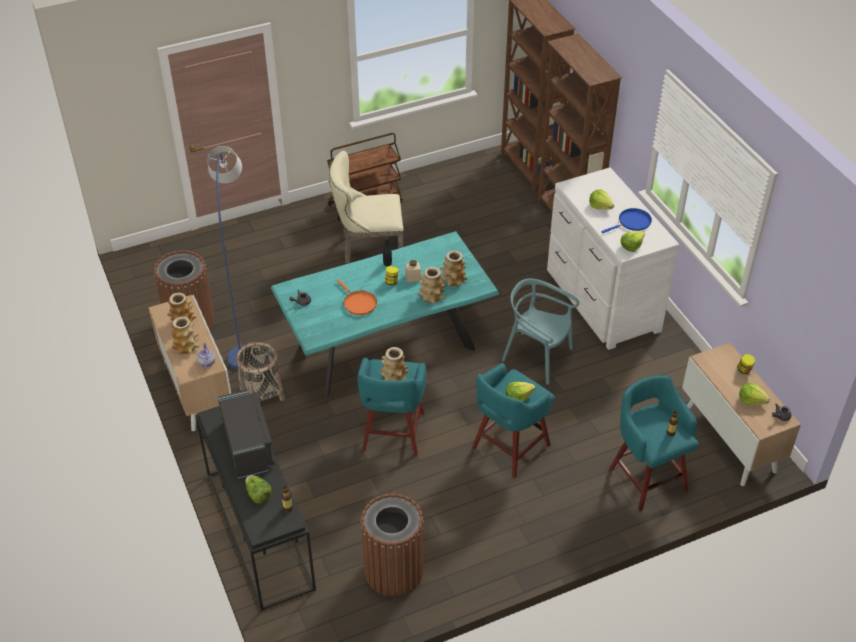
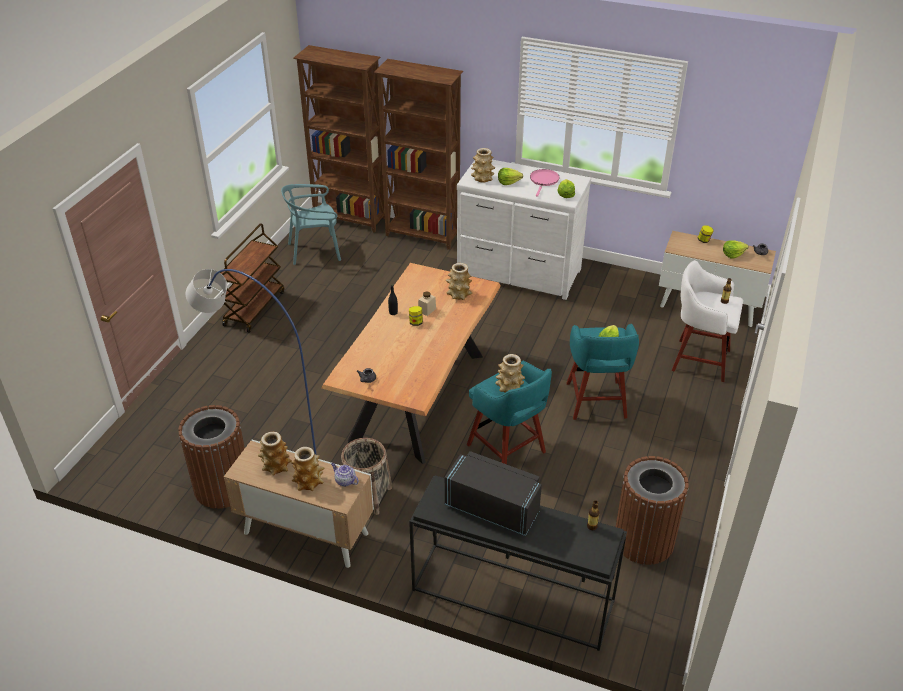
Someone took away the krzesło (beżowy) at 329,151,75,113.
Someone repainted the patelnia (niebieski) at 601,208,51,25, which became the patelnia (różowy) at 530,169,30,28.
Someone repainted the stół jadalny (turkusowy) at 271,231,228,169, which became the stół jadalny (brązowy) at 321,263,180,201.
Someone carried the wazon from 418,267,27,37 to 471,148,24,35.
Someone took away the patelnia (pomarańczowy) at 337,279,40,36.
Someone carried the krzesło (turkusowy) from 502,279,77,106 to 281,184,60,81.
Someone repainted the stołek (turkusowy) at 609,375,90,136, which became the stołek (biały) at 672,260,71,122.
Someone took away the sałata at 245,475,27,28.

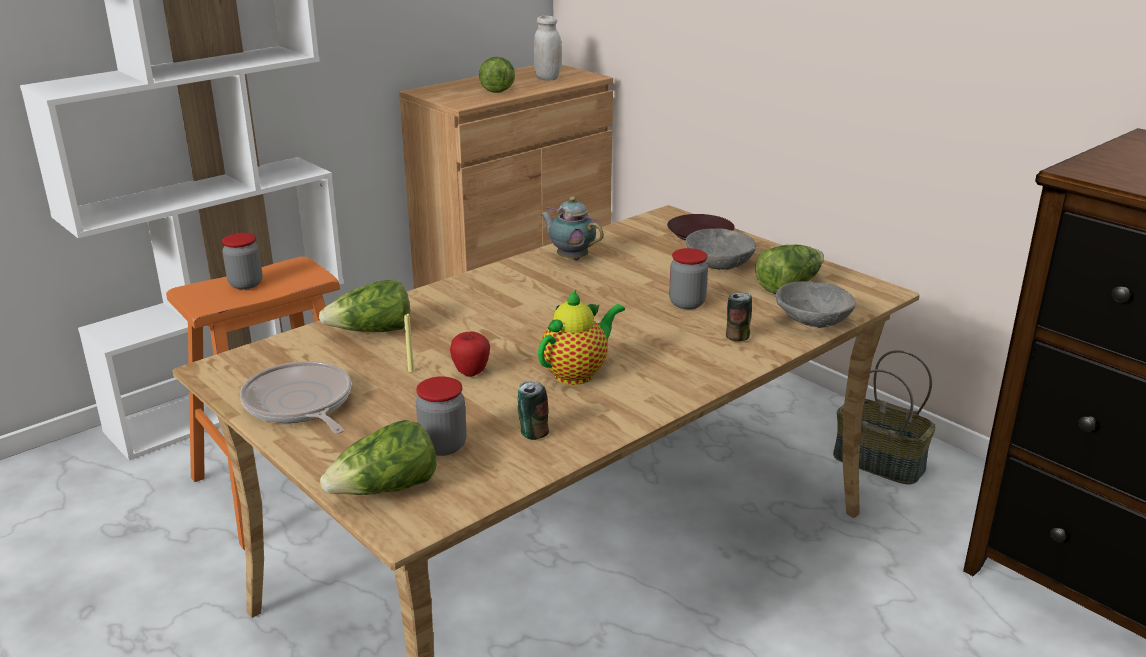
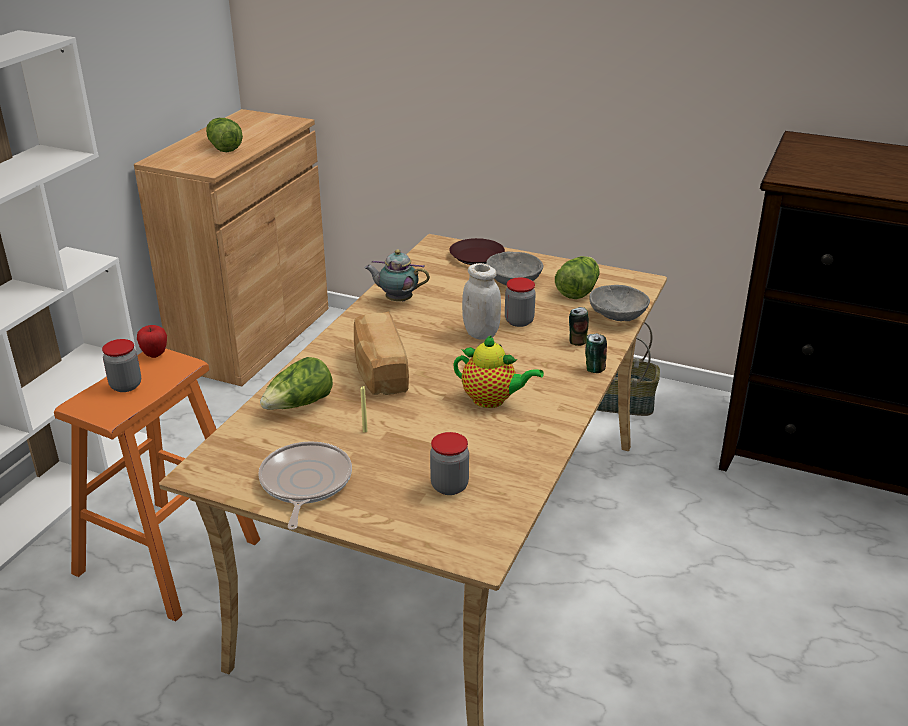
Someone carried the słoik (biały) from 533,16,29,64 to 462,263,39,77.
Someone rotated the imbryk at 538,289,87,96 by 90 degrees clockwise.
Someone carried the jabłko from 450,332,40,45 to 137,325,30,33.
Someone rotated the patelnia at 240,361,112,73 by 60 degrees clockwise.
Someone carried the puszka from 518,381,31,59 to 585,333,22,40.
Someone took away the sałata at 320,420,117,75.
Someone put down the chleb at 354,312,55,83.

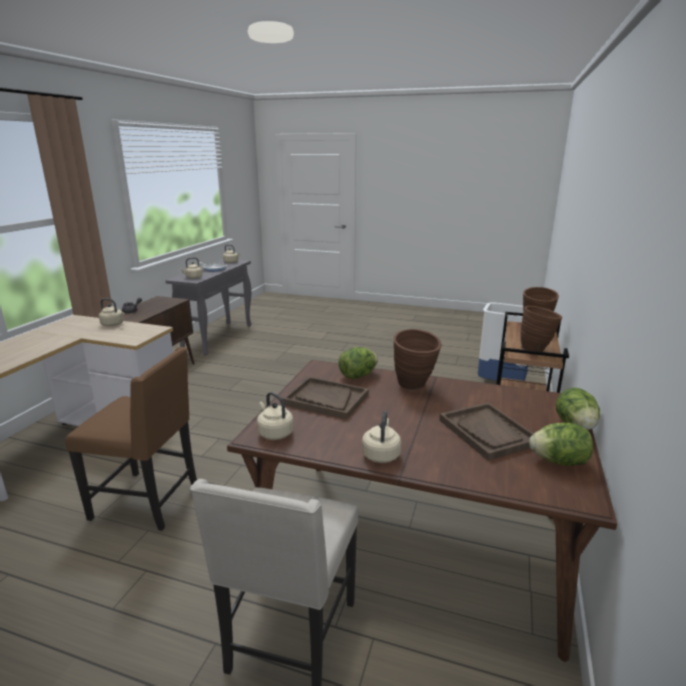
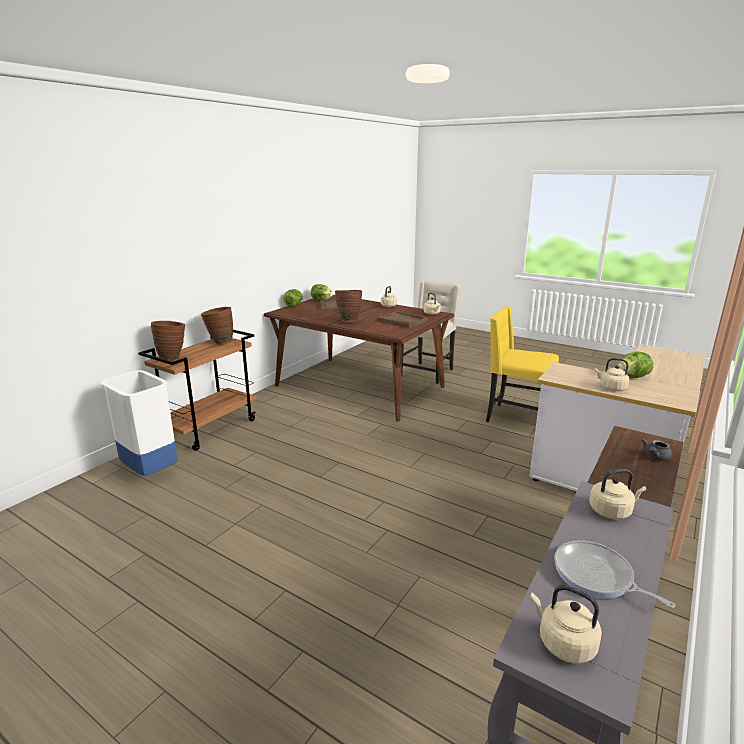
Someone repainted the krzesło (brązowy) at 65,347,132,184, which became the krzesło (żółty) at 486,307,73,115.
Someone carried the sałata from 338,347,40,32 to 618,352,35,26.

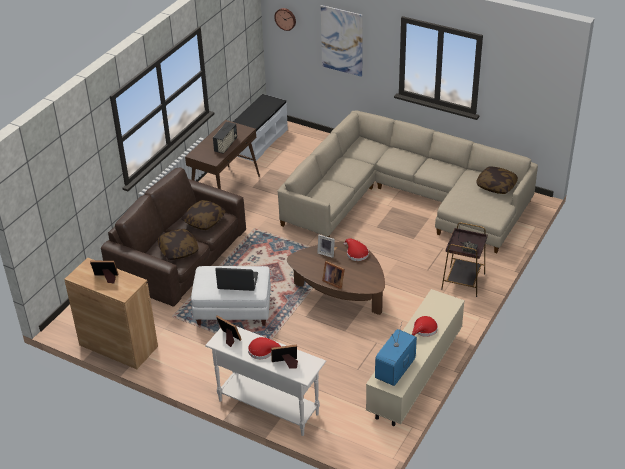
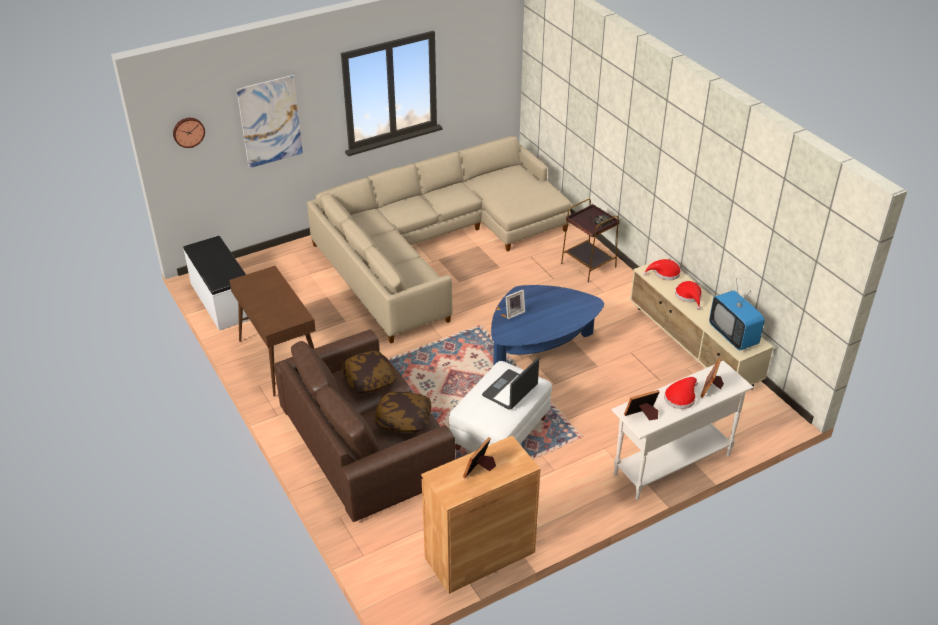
Someone took away the radio at 213,122,24,32.
Someone took away the poduszka at 476,166,42,28.
Someone carried the kapelusz (czerwony) from 343,238,26,23 to 643,259,38,21.
Someone repainted the ława (brązowy) at 287,242,98,73, which became the ława (niebieski) at 491,285,113,81.
Someone took away the ramka na zdjęcie at 322,261,23,28.

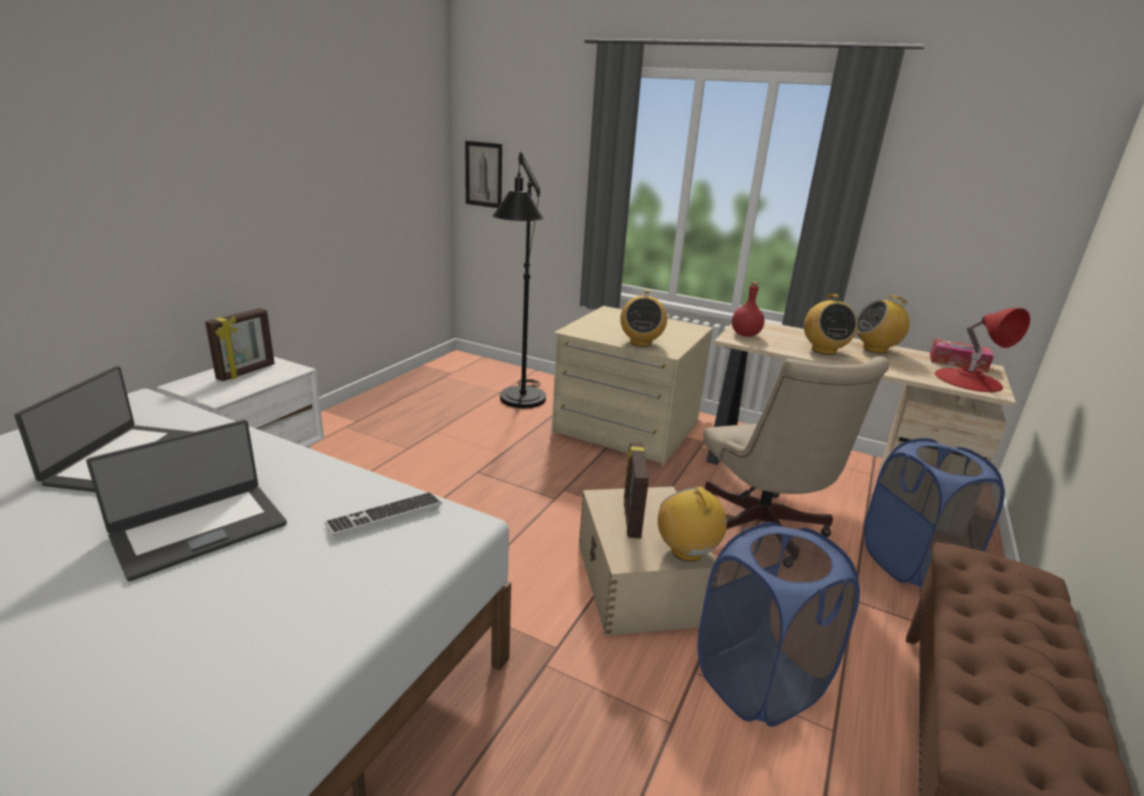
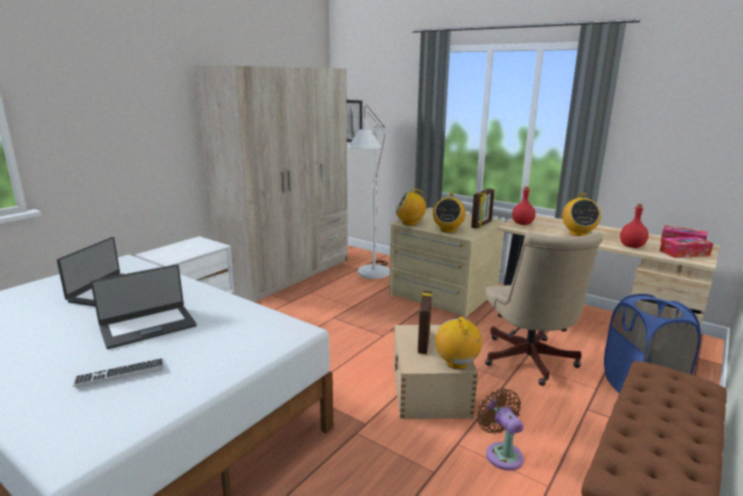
Someone repainted the lampa stojąca (czarny) at 492,152,54,256, which became the lampa stojąca (biały) at 347,105,43,174.
Someone carried the radio from 856,295,54,58 to 395,189,32,37.
Someone carried the ramka na zdjęcie from 205,308,70,73 to 471,189,23,40.
Someone swapped the lampa stołowa (czerwony) at 935,308,95,84 for the pudełko chusteczek at 660,237,53,21.
Someone carried the klawiatura from 325,492,117,46 to 73,358,91,31.
Someone swapped the kosz na pranie (niebieski) at 698,522,162,205 for the wentylator (brązowy) at 477,389,47,82.
Someone put down the szafa (beżowy) at 194,66,154,236.
Someone put down the butelka (czerwony) at 620,204,29,44.

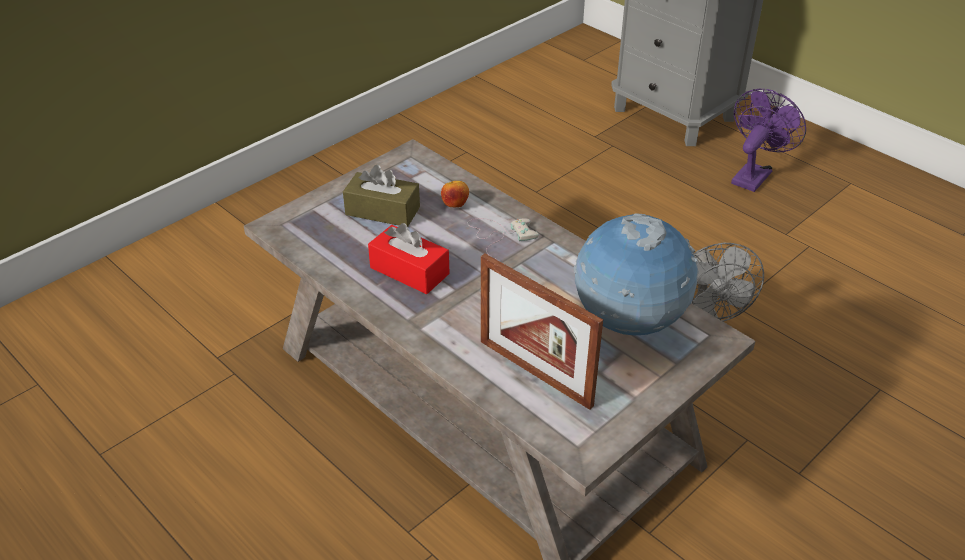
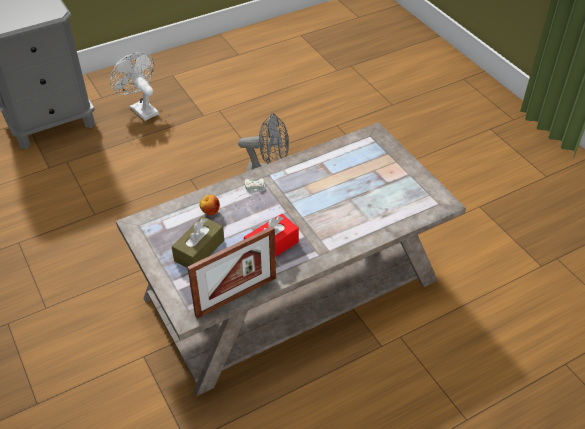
Someone repainted the wentylator (fioletowy) at 731,89,75,103, which became the wentylator (biały) at 110,52,49,69.
Someone took away the globus at 573,213,126,123.
Someone carried the ramka na zdjęcie from 481,254,122,156 to 187,226,89,93.

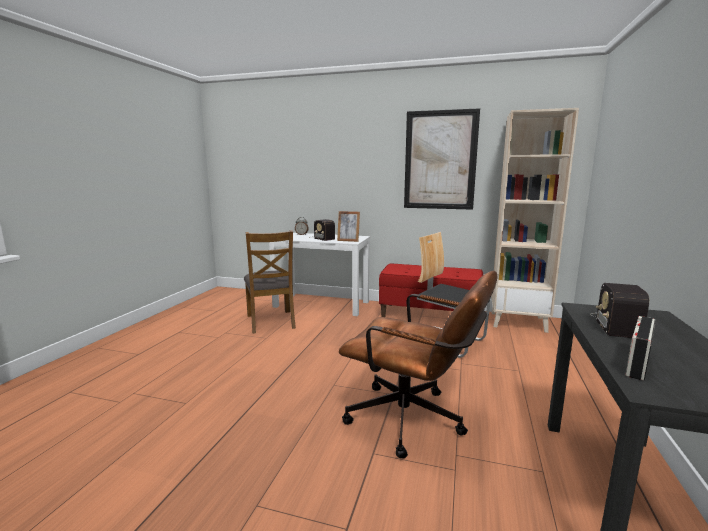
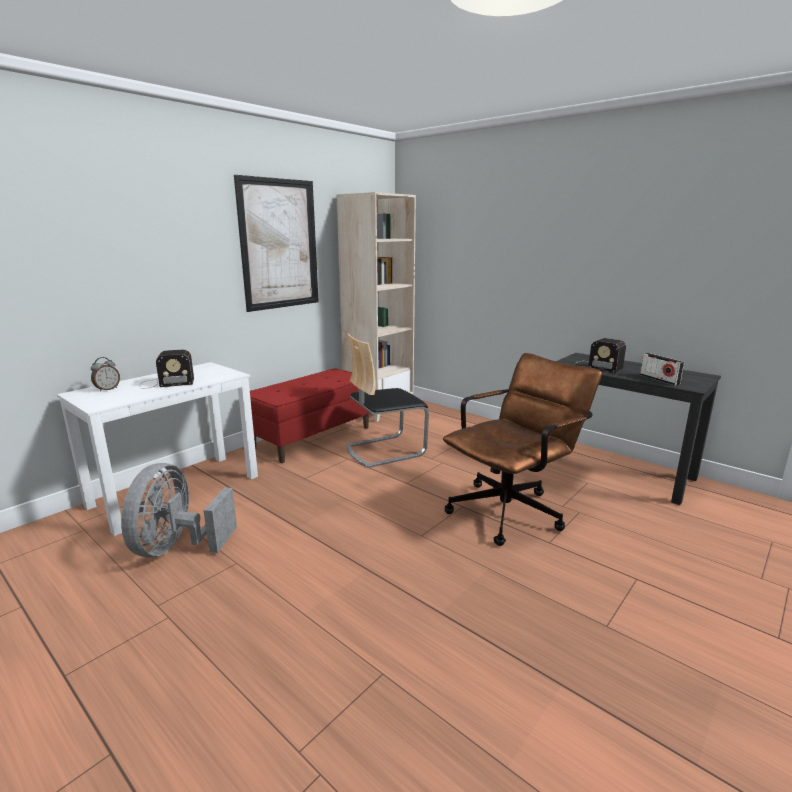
Someone took away the ramka na zdjęcie at 337,211,23,31.
Someone swapped the krzesło (brązowy) at 244,230,52,104 for the wentylator (szary) at 121,463,116,95.

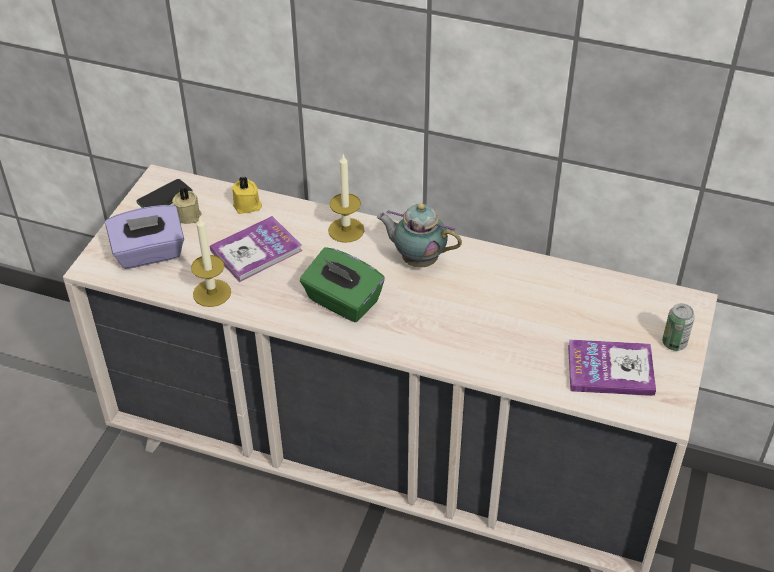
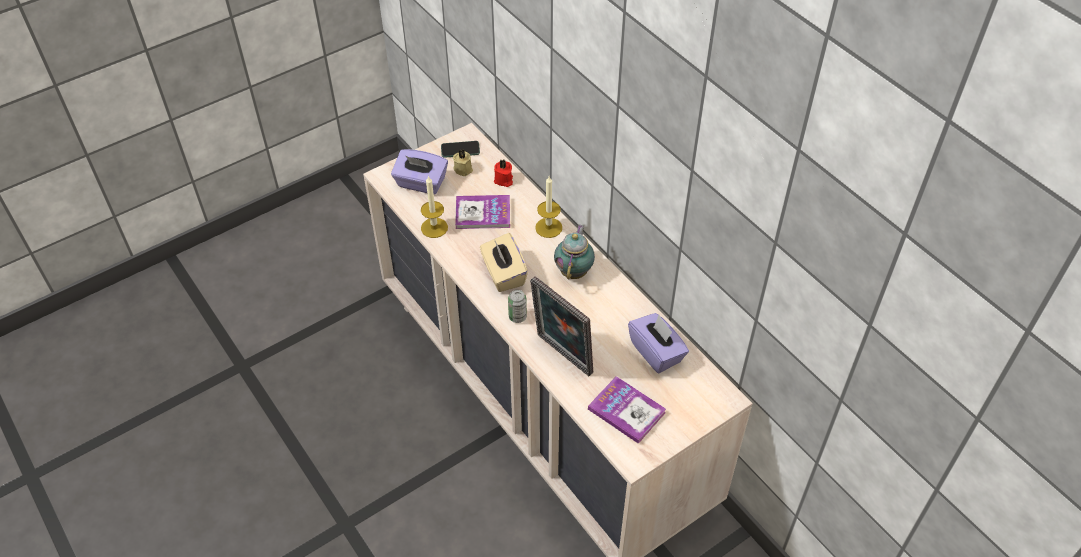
Someone repainted the świeca (żółty) at 232,177,30,37, which became the świeca (czerwony) at 494,160,19,27.
Someone rotated the imbryk at 377,203,85,64 by 45 degrees clockwise.
Someone repainted the pudełko chusteczek (zielony) at 300,247,85,75, which became the pudełko chusteczek (beżowy) at 480,233,48,59.
Someone carried the puszka from 662,303,33,48 to 508,290,19,33.
Someone put down the ramka na zdjęcie at 530,276,63,100.
Someone put down the pudełko chusteczek (fioletowy) at 628,313,61,60.

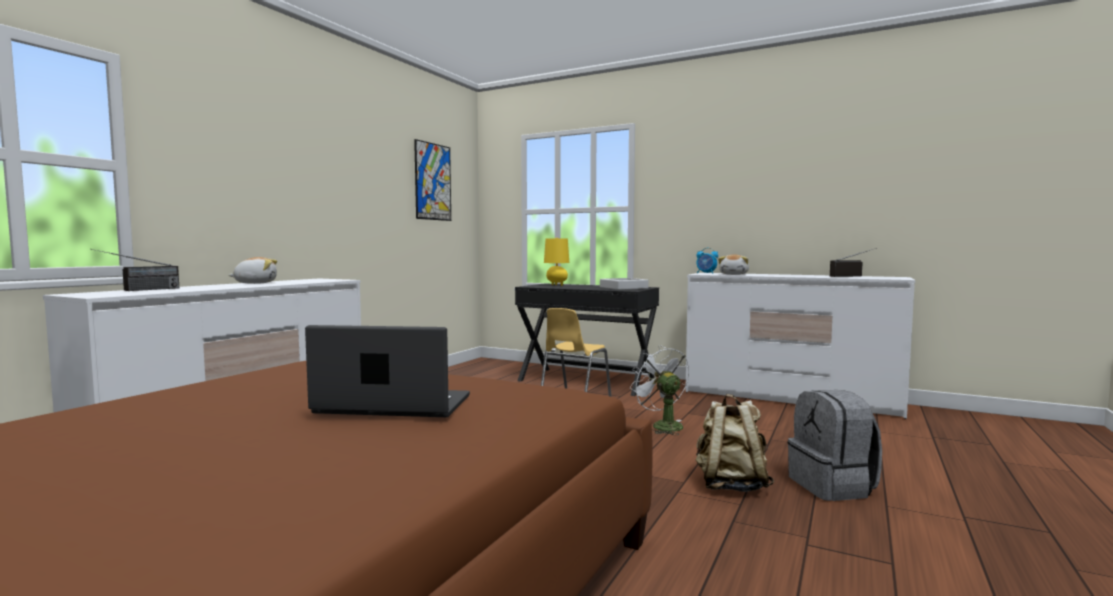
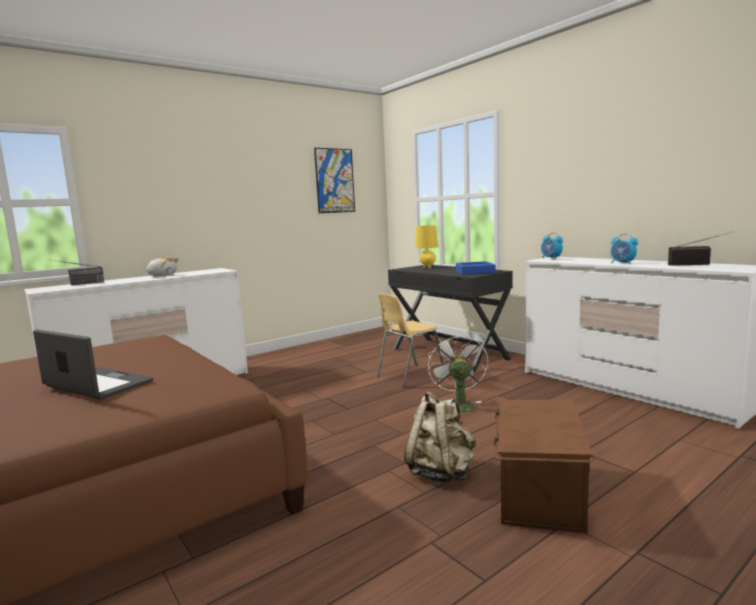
Someone took away the pluszak at 718,254,31,21.
Someone repainted the taca (szary) at 600,278,49,12, which became the taca (niebieski) at 456,261,40,14.
Someone swapped the plecak (szary) at 788,390,94,111 for the pojemnik do przechowywania (brązowy) at 494,400,99,134.
Someone put down the budzik at 611,233,27,31.

